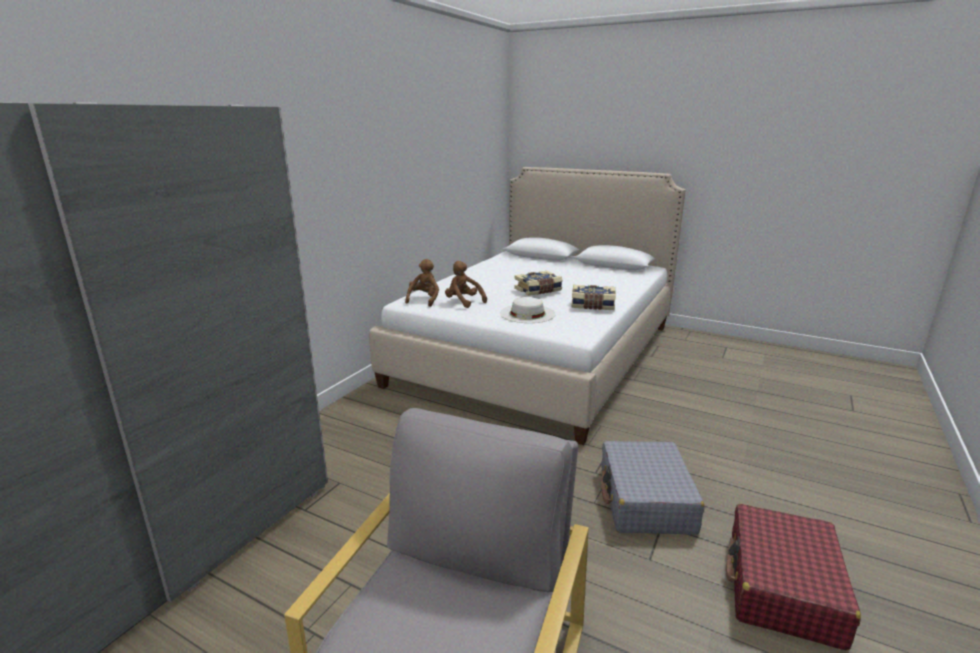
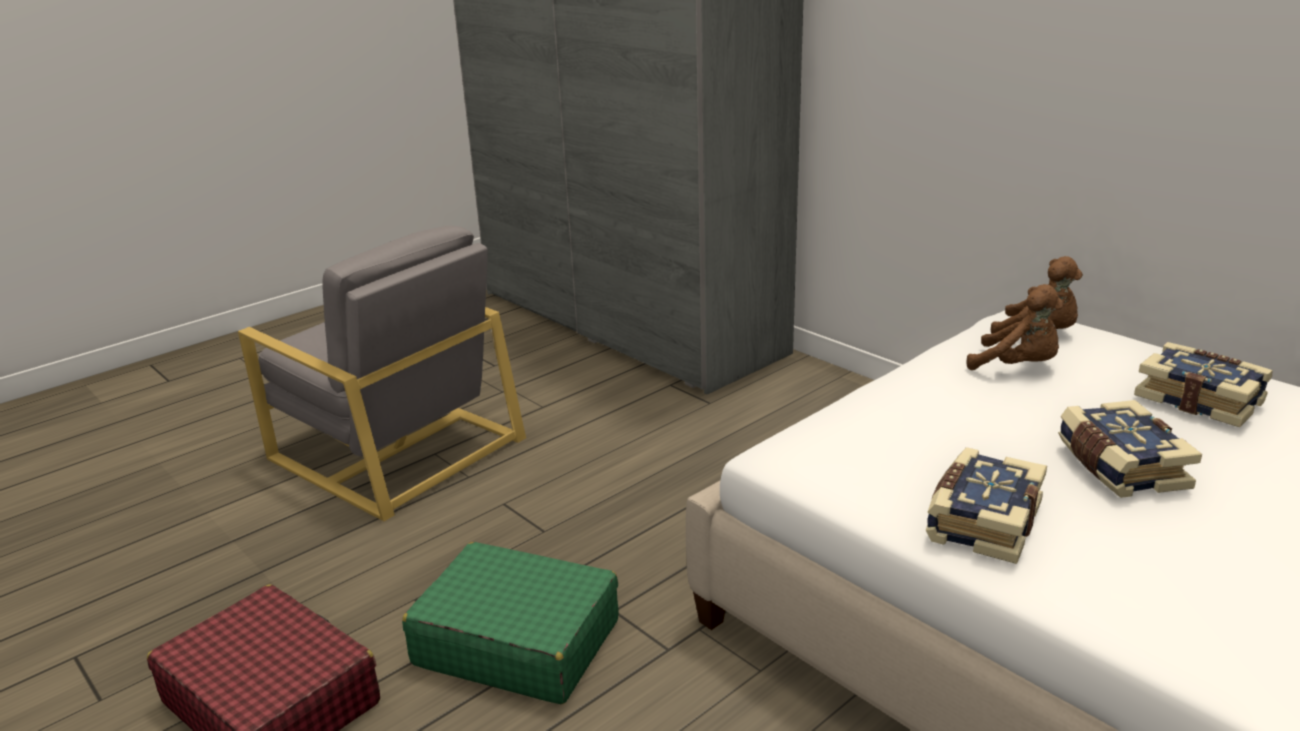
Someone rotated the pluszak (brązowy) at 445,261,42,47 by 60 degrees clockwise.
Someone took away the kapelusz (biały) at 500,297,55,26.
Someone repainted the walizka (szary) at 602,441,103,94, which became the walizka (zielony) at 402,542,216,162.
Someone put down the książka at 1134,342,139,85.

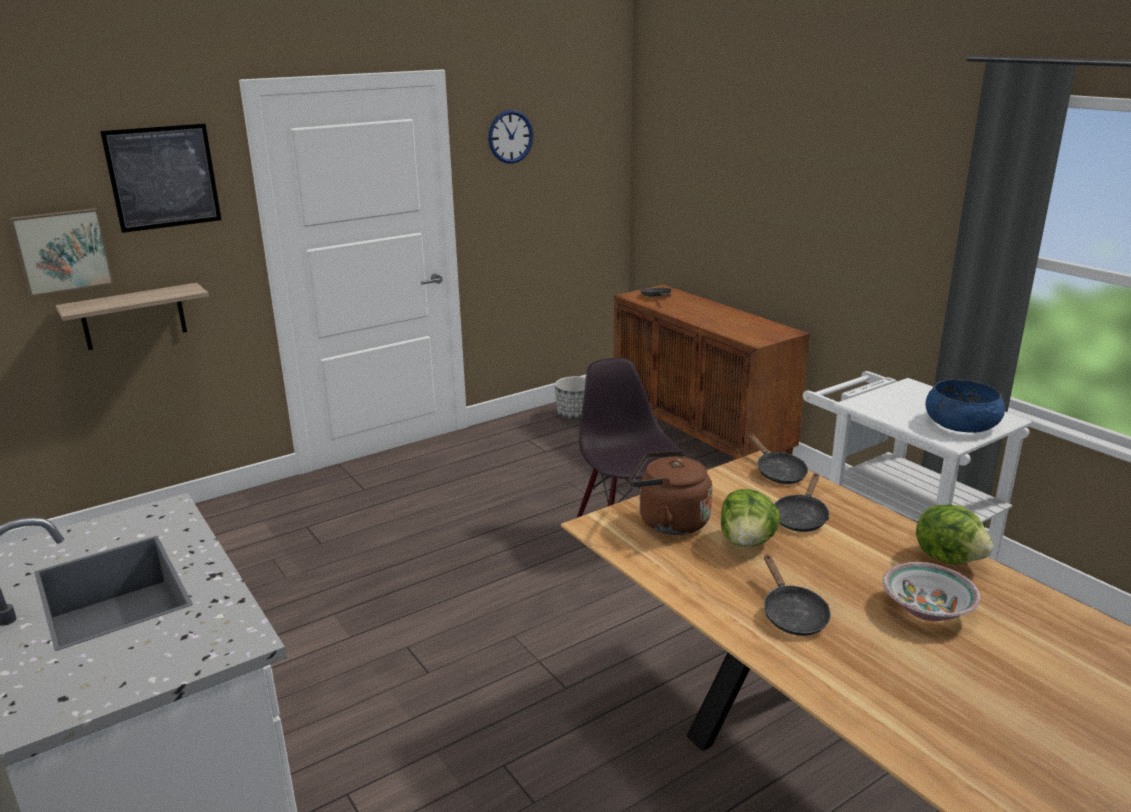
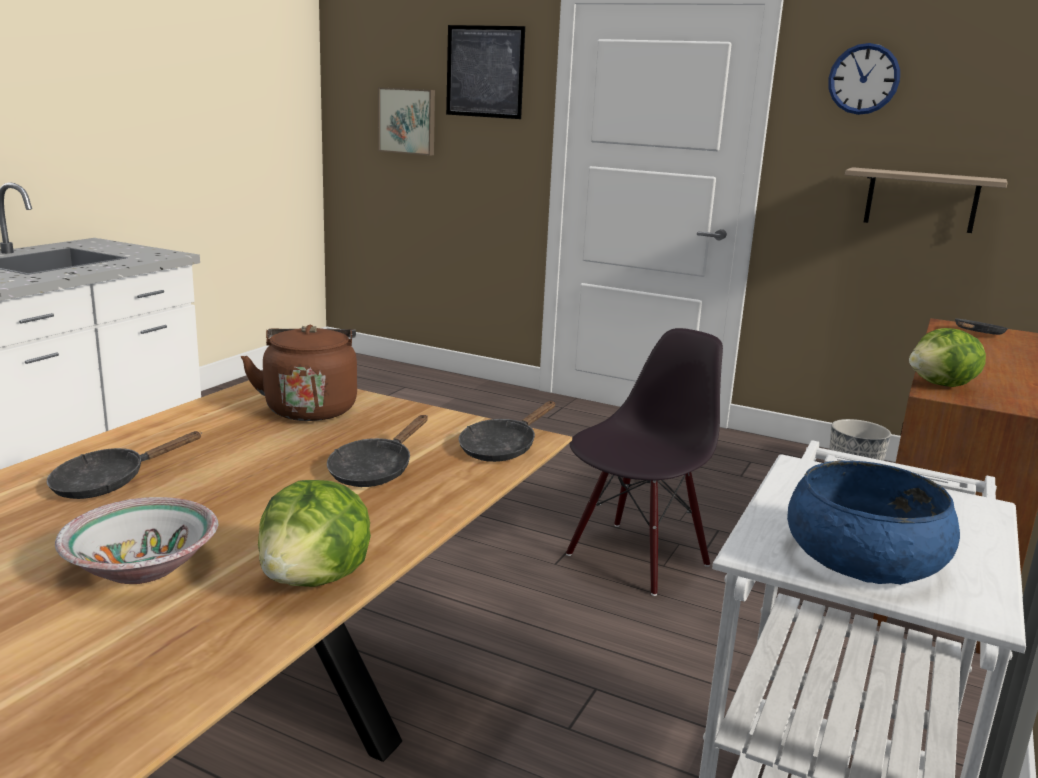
Someone carried the półka from 56,283,153,67 to 845,167,162,66.
Someone rotated the patelnia (czarny) at 774,473,56,59 by 60 degrees counterclockwise.
Someone carried the sałata from 721,489,59,58 to 909,328,77,59.

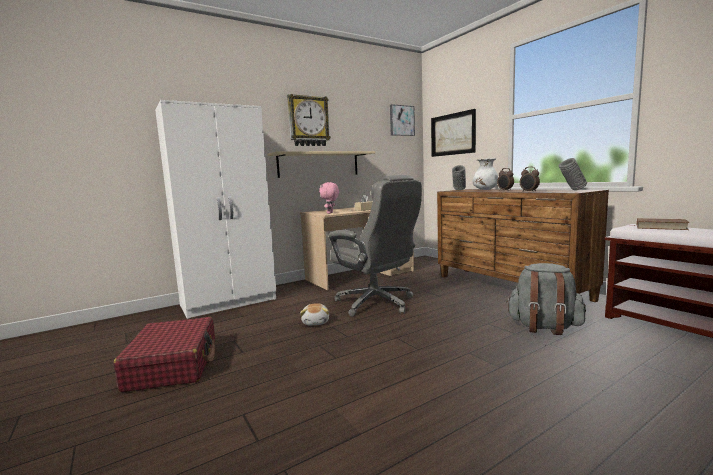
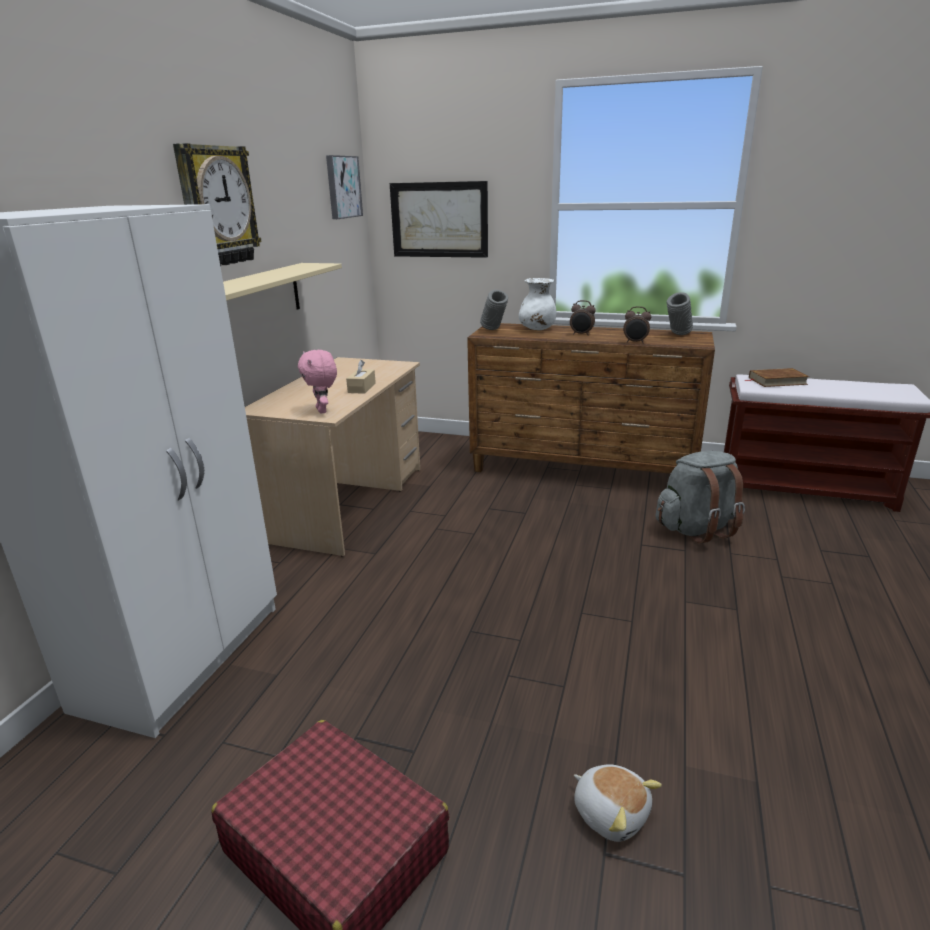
Someone took away the krzesło biurowe (szary) at 328,175,94,142.
Someone carried the pluszak from 300,303,29,22 to 574,764,88,78.

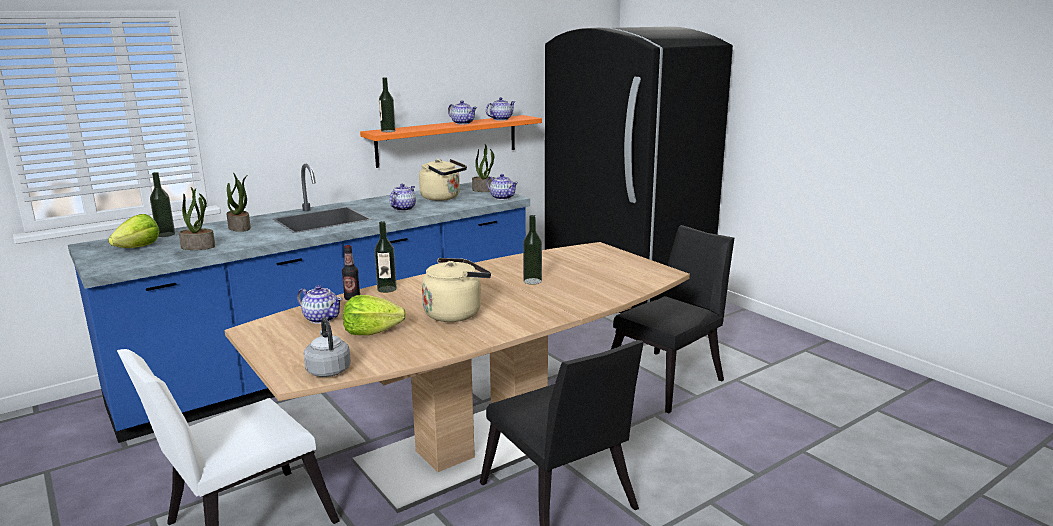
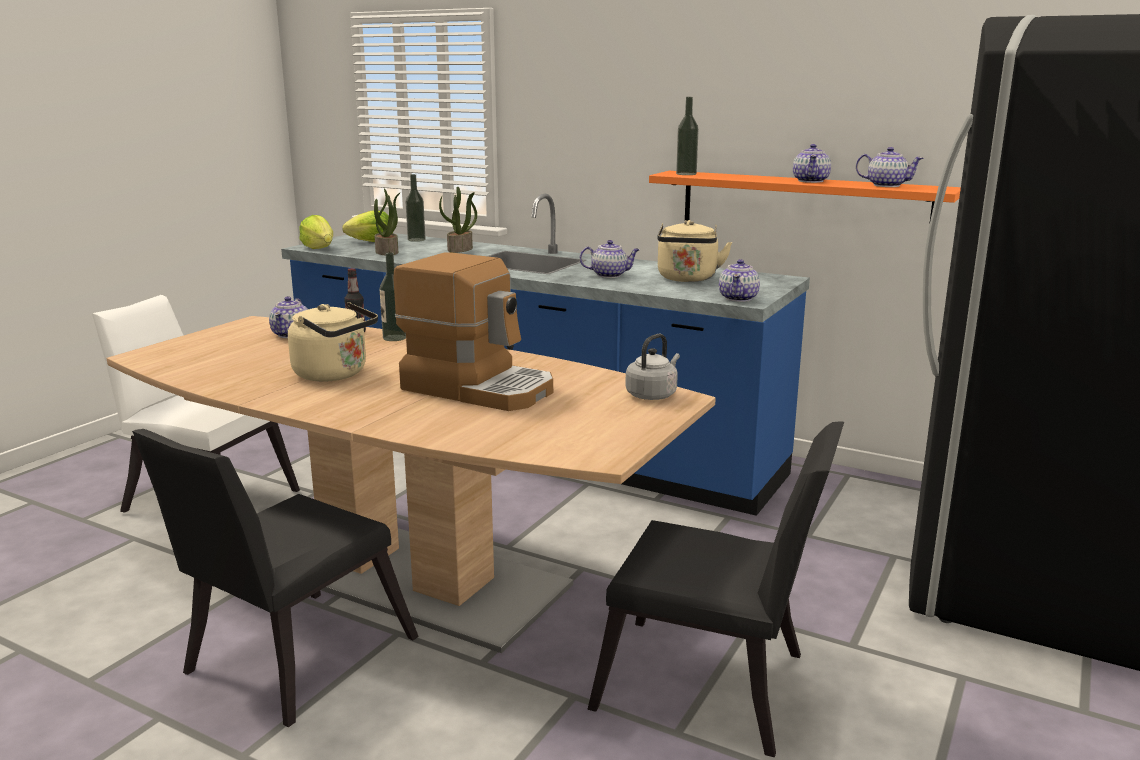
Someone took away the roślina doniczkowa at 472,144,23,48.
Someone swapped the butelka at 523,215,19,70 for the ekspres do kawy at 393,252,160,159.
Someone carried the sałata from 343,295,63,40 to 299,215,34,34.
Someone carried the czajnik (szary) from 304,317,47,60 to 625,334,55,66.

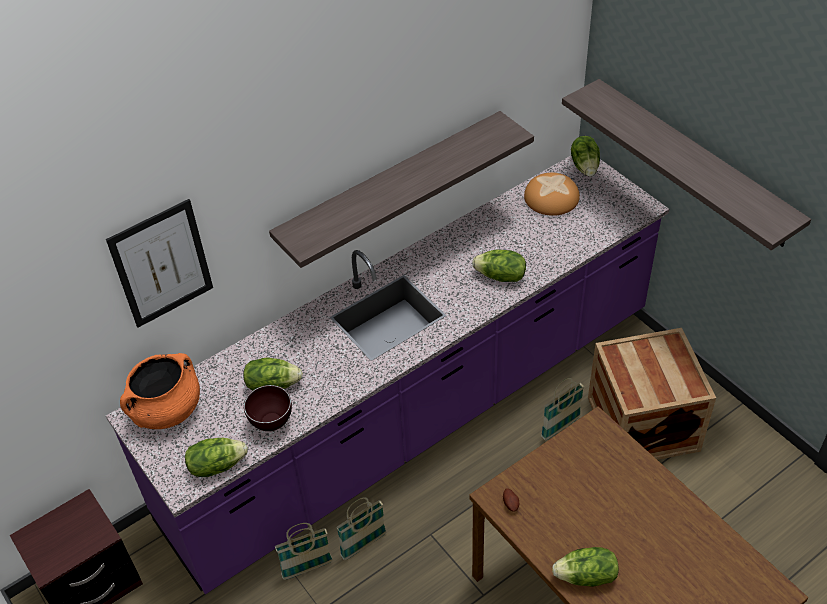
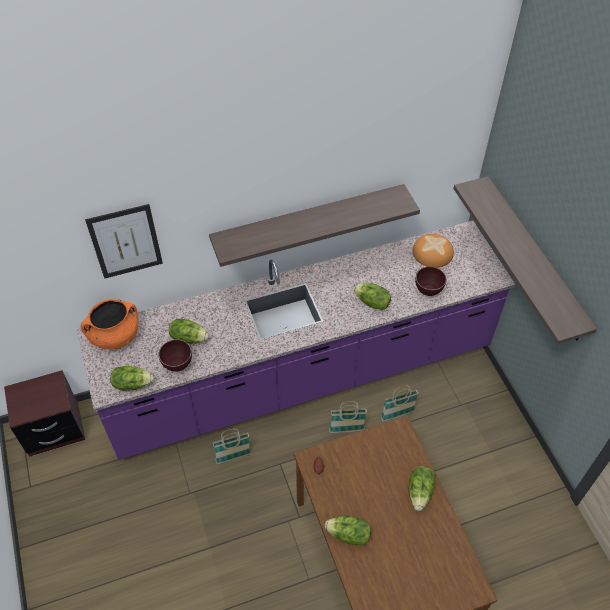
Someone carried the sałata from 571,136,29,40 to 409,466,26,45.
Someone took away the skrzynka at 588,328,128,132.
Someone carried the koszyk from 275,523,58,57 to 329,401,38,32.
Someone put down the miska (brązowy) at 415,266,31,30.

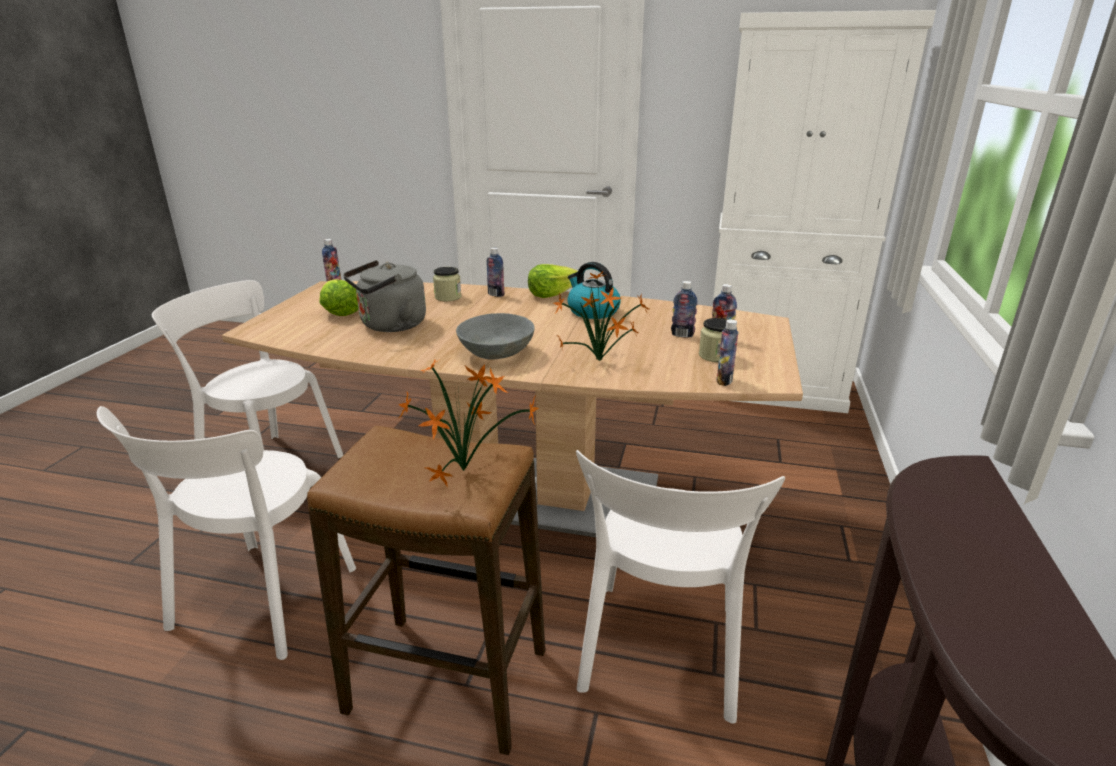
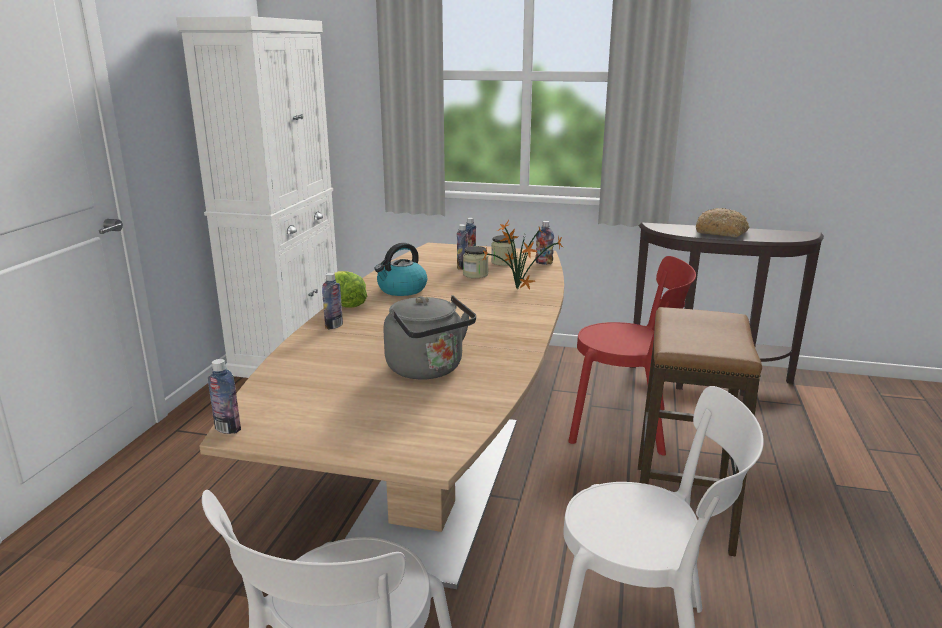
Someone carried the słoik from 433,267,28,34 to 463,246,25,32.
Someone took away the sałata at 319,279,40,37.
Someone took away the miska (szary) at 456,313,78,47.
Someone took away the roślina doniczkowa at 398,359,141,127.
Someone repainted the krzesło (biały) at 576,450,209,274, which became the krzesło (czerwony) at 568,256,128,200.
Someone put down the chleb at 696,208,53,29.

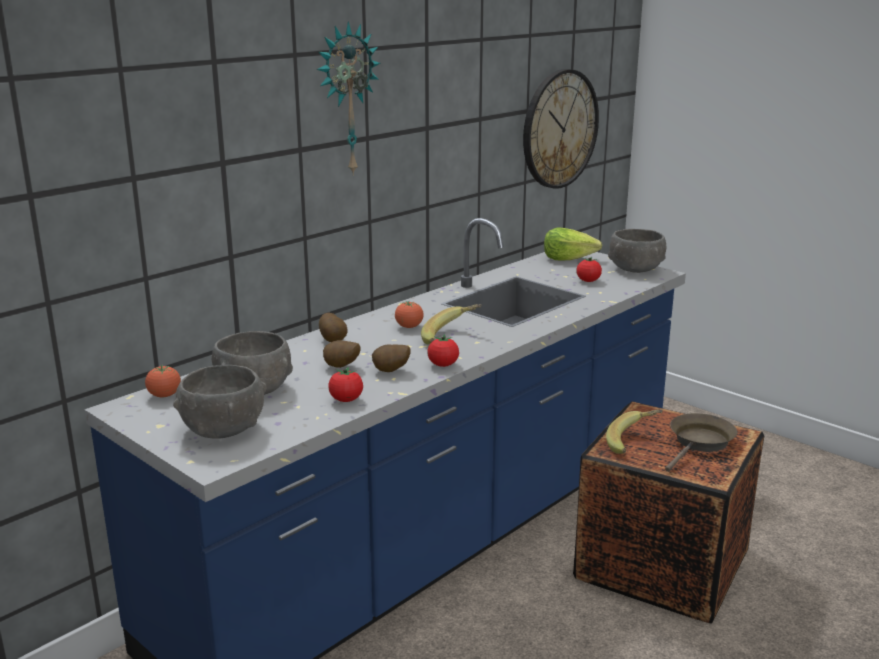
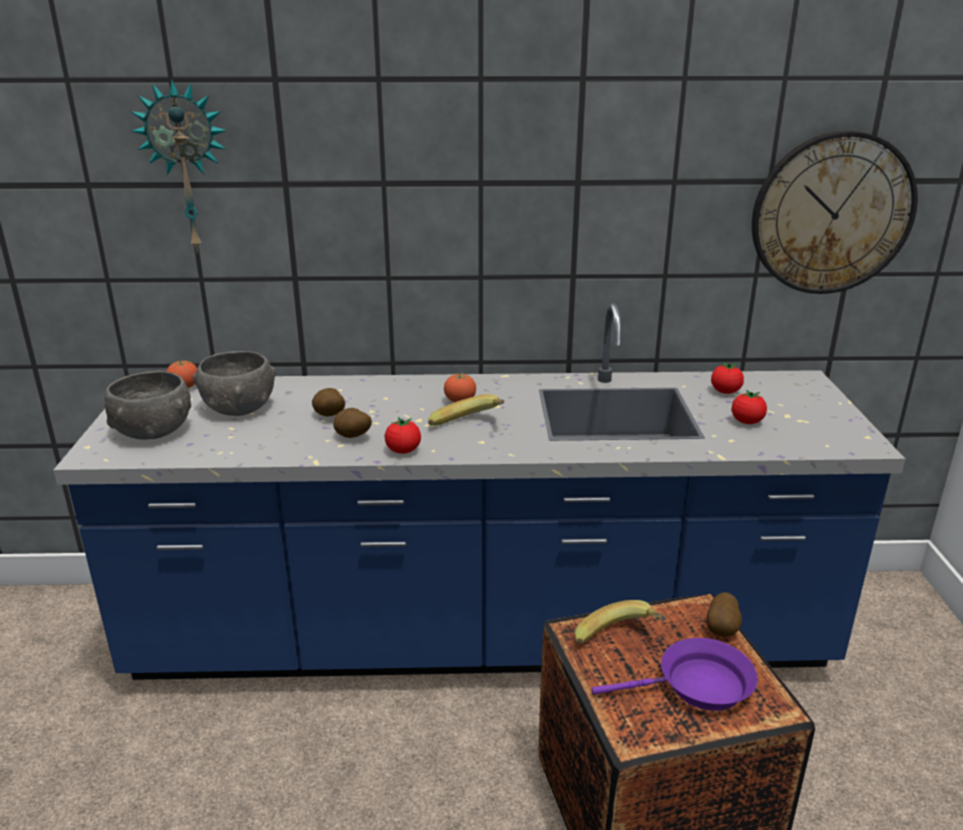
Someone carried the zegar ścienny from 317,21,63,155 to 131,79,96,174.
Someone took away the sałata at 544,228,58,32.
Someone took away the miska (szary) at 608,229,58,44.
Someone carried the ziemniak from 319,313,29,29 to 707,592,35,45.
Someone carried the pomidor from 328,367,35,35 to 711,362,33,32.
Someone repainted the patelnia (brązowy) at 665,413,72,59, which became the patelnia (fioletowy) at 592,638,166,72.

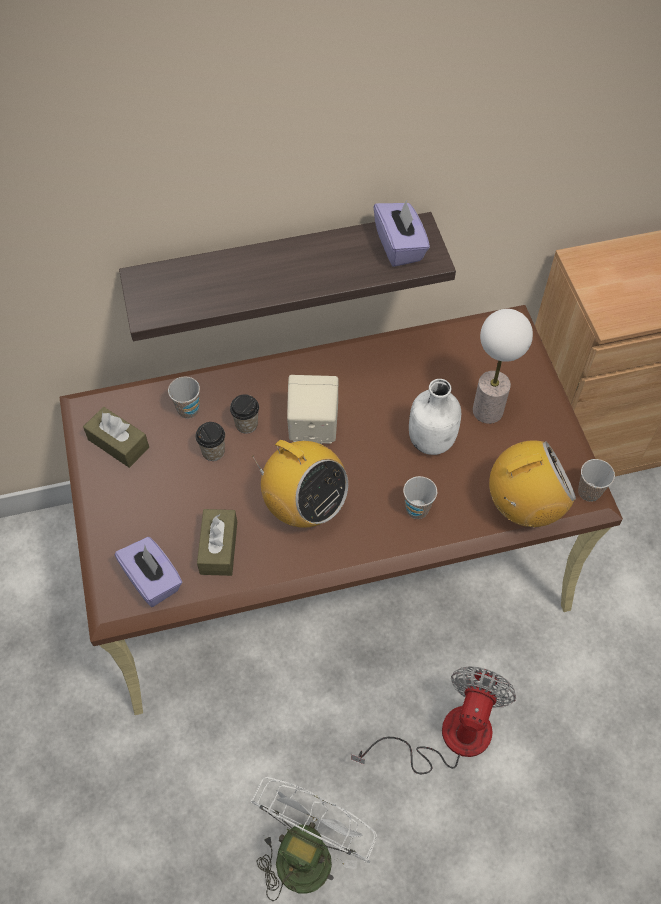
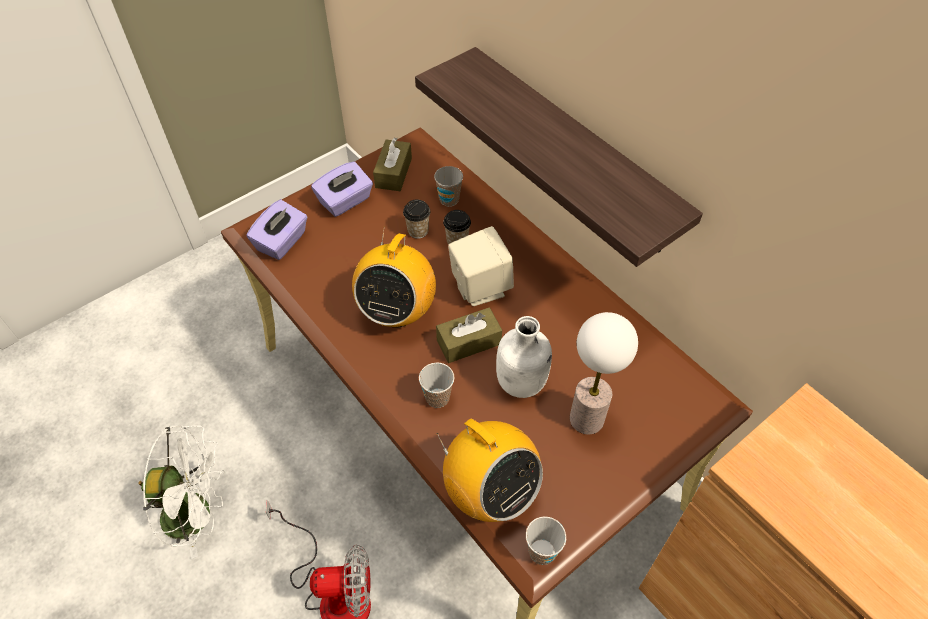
Someone carried the pudełko chusteczek (fioletowy) from 374,200,56,67 to 311,161,62,56.
Someone carried the pudełko chusteczek (brązowy) from 197,509,40,67 to 436,308,66,55.

